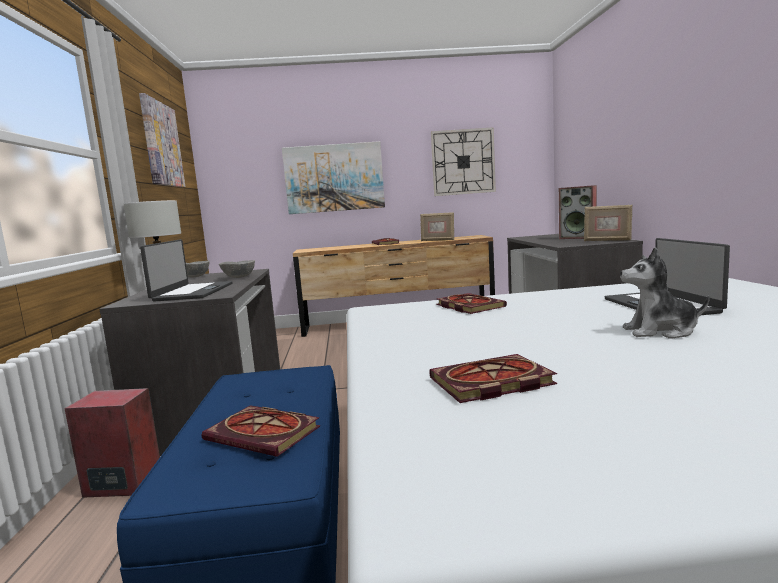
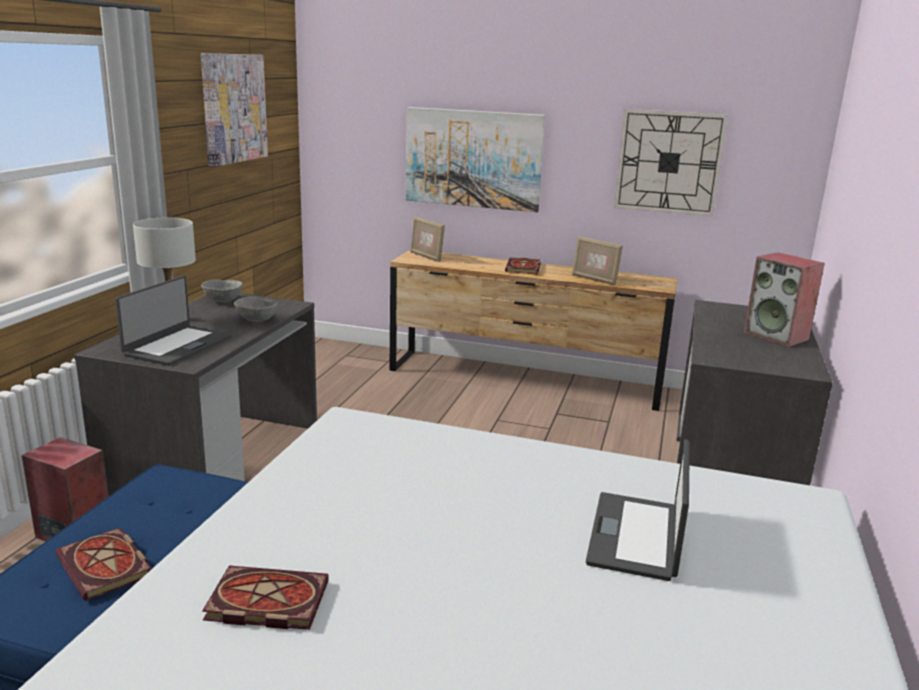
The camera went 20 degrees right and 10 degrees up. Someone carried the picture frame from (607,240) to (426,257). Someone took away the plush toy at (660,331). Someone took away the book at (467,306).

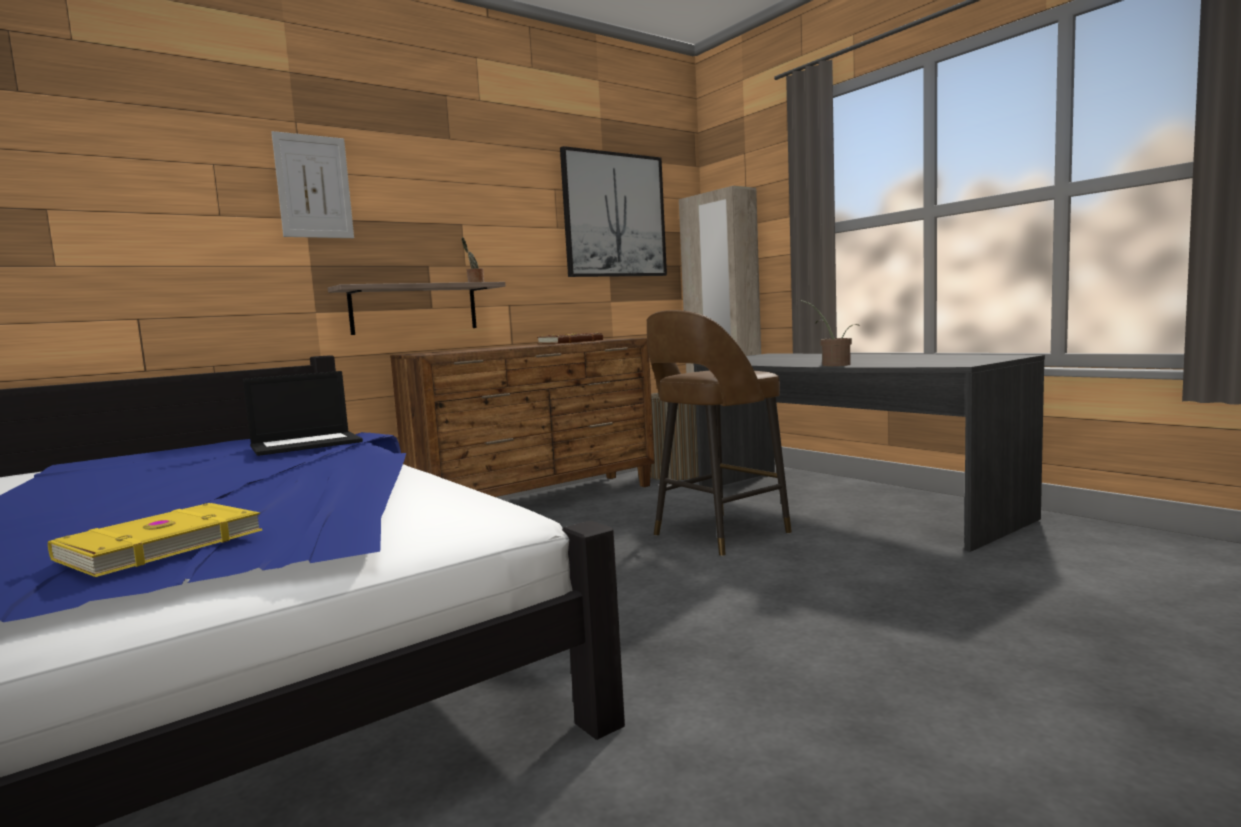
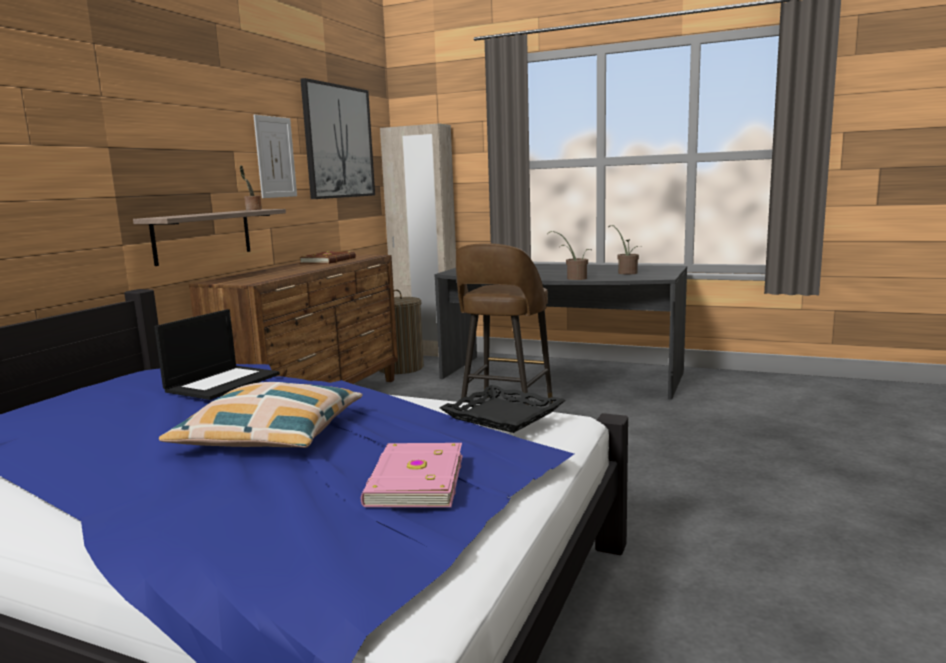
The camera went 30 degrees left and 5 degrees up. Someone carried the picture from (313,187) to (275,157). Someone repainted the yellow book at (158,545), which became the pink book at (413,480). Someone put down the potted plant at (626,272). Someone put down the pillow at (270,435). Someone put down the black tray at (503,415).

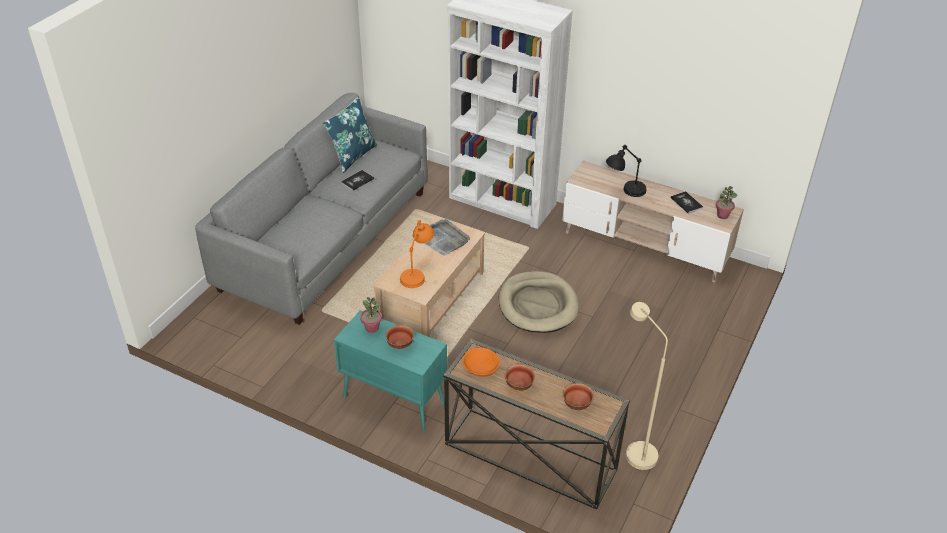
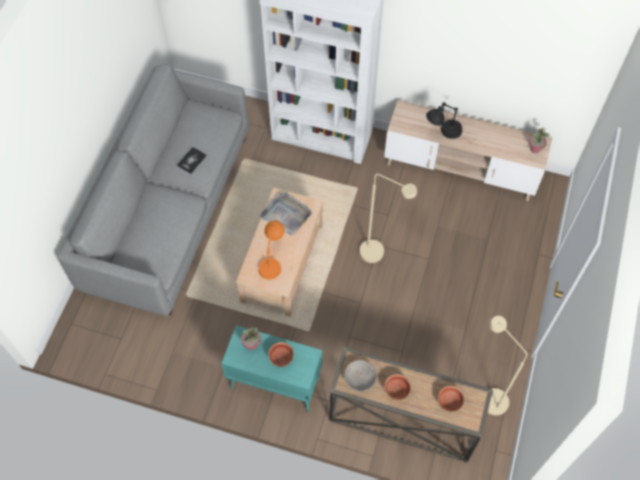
The camera went 10 degrees left and 20 degrees up. Someone took away the blue pillow at (352,156). Someone took away the book at (686,203). Someone swapped the beige dog bed at (538,305) for the beige floor lamp at (378,254). Someone repainted the orange bowl at (480,368), which became the grey bowl at (360,378).

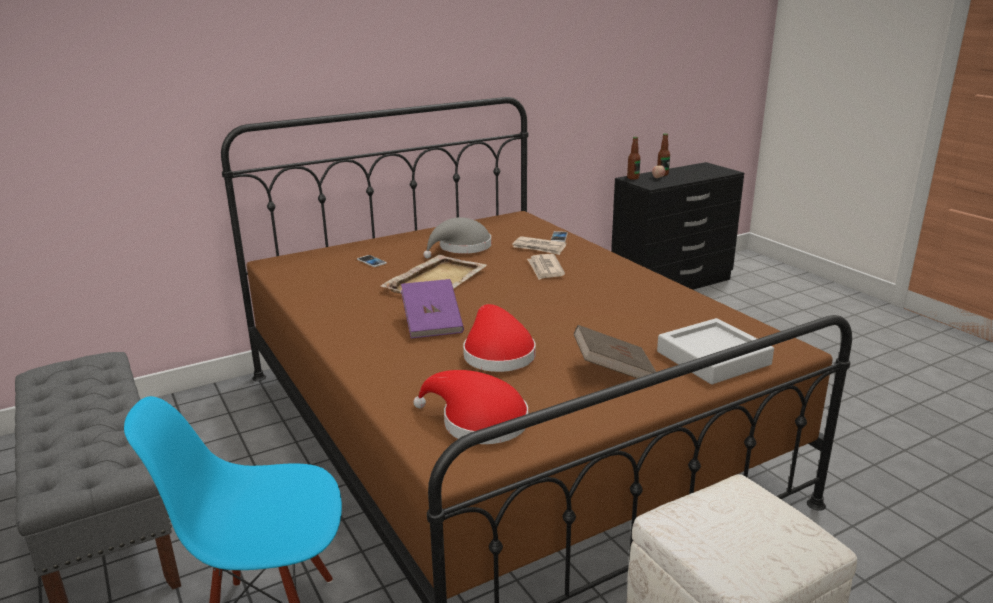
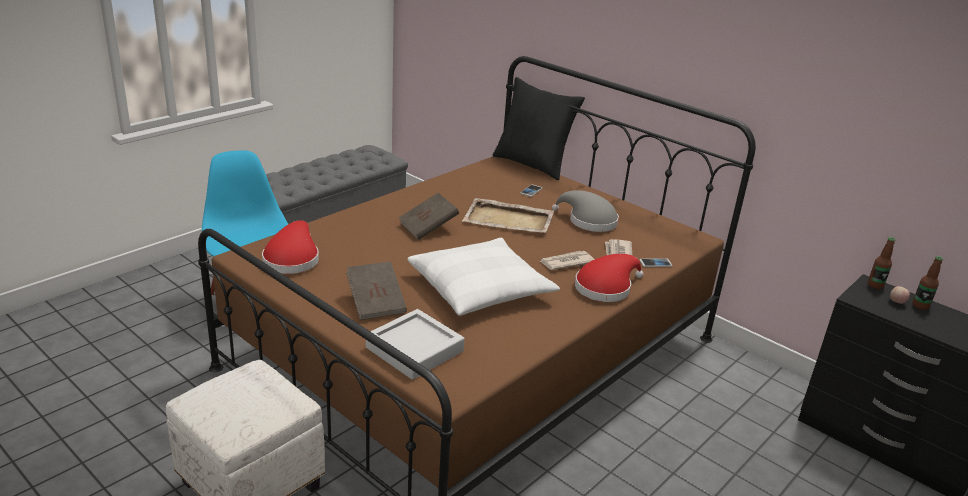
The camera went 70 degrees right and 5 degrees up. Someone repainted the purple book at (432,324), which became the brown book at (428,228). Someone carried the red hat from (497,354) to (606,287). Someone put down the black pillow at (532,164). Someone put down the white pillow at (480,288).

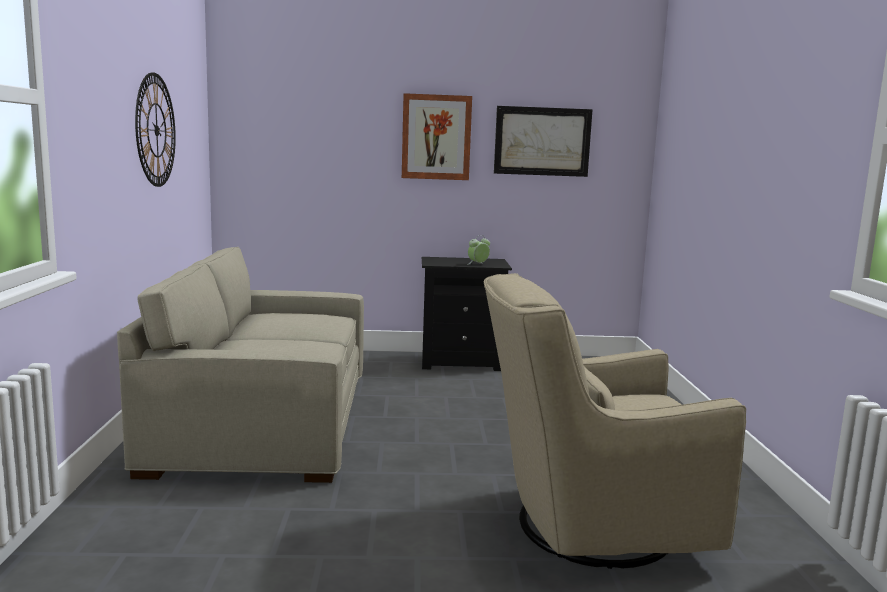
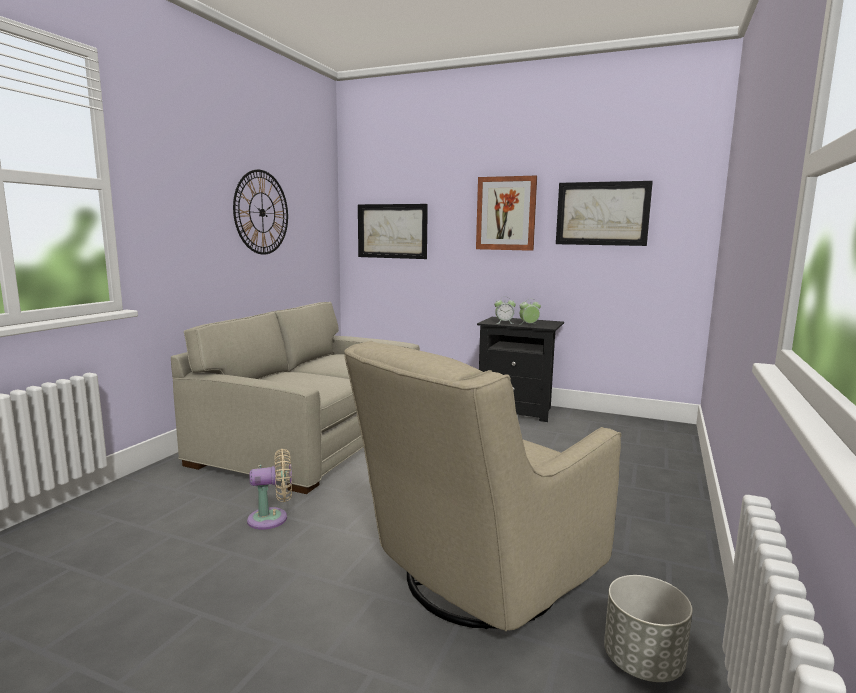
The camera went 25 degrees right and 0 degrees up. Someone rotated the beige armchair at (587,526) by 60 degrees counterclockwise. Someone put up the picture at (392,231). Someone put down the alarm clock at (504,323). Someone put down the beige fan at (272,518). Someone put down the grey planter at (643,662).

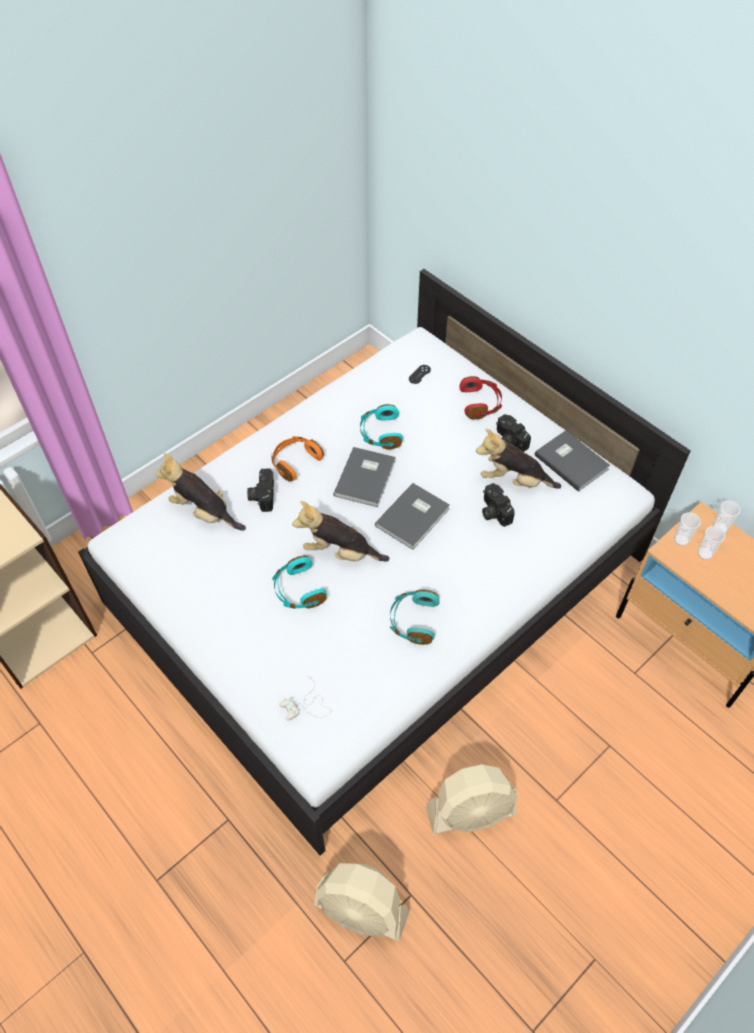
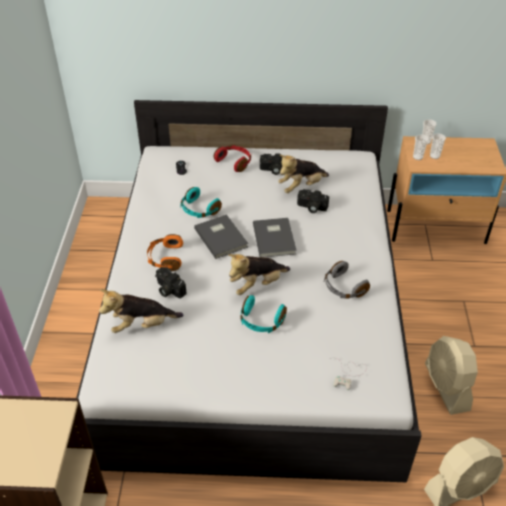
The camera went 45 degrees left and 10 degrees down. Someone took away the grey book at (571,460). Someone repainted the turquoise headphones at (413,621), which became the grey headphones at (343,287). Someone rotated the beige fan at (471,811) by 135 degrees clockwise.

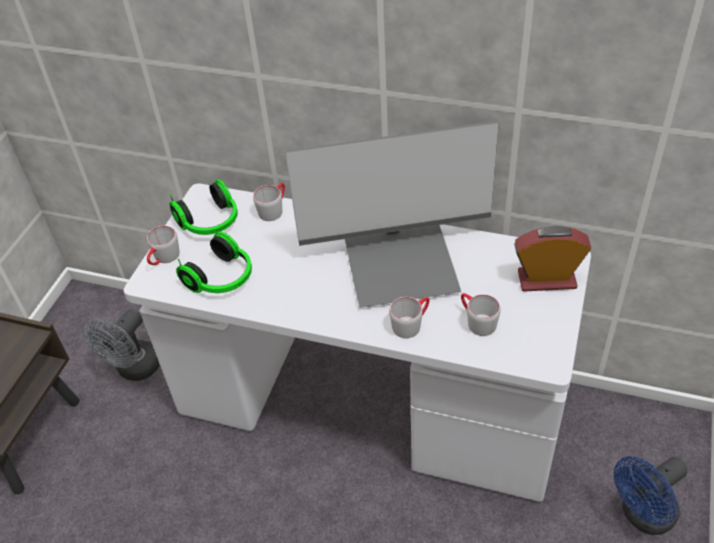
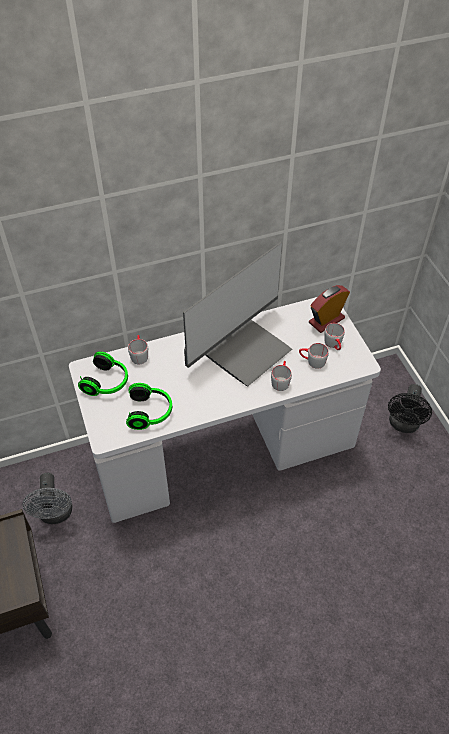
The camera went 40 degrees left and 5 degrees up. Someone carried the grey mug from (164,259) to (334,345). Someone repainted the blue fan at (642,516), which became the black fan at (403,425).

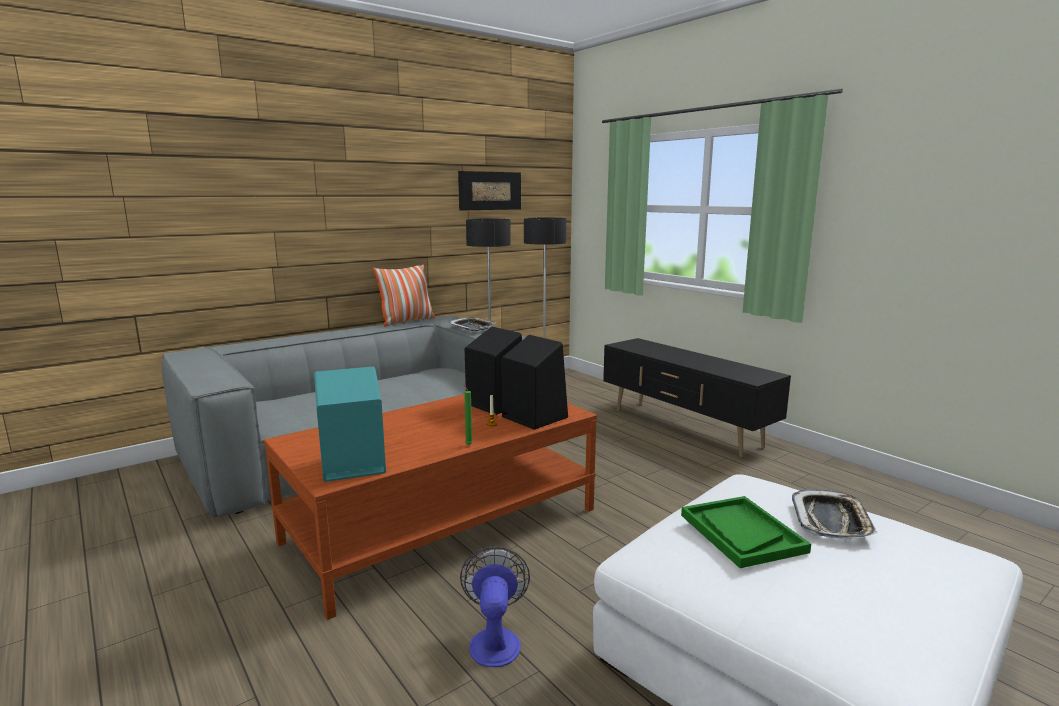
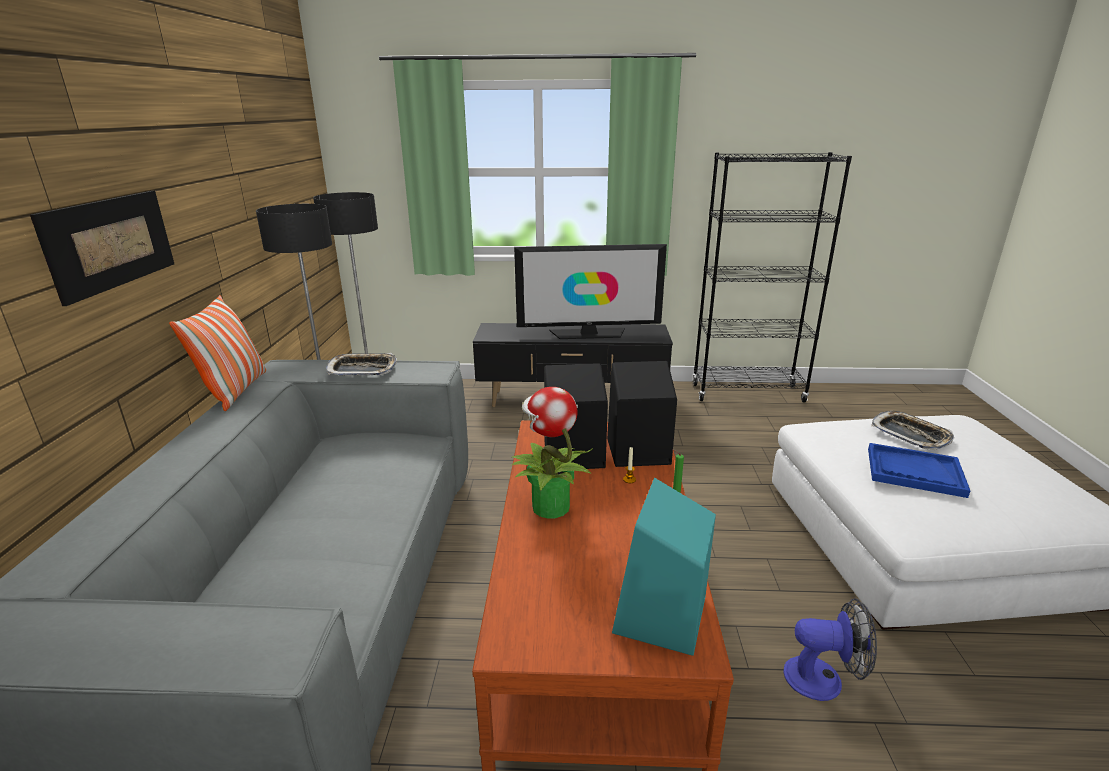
The camera went 50 degrees left and 10 degrees up. Someone carried the picture from (490,191) to (110,243). Someone repainted the green tray at (741,533), which became the blue tray at (914,472). Someone rotated the fan at (495,640) by 150 degrees clockwise. Someone put down the black bookcase at (747,393). Someone put down the television at (588,334). Someone put down the potted plant at (549,506).

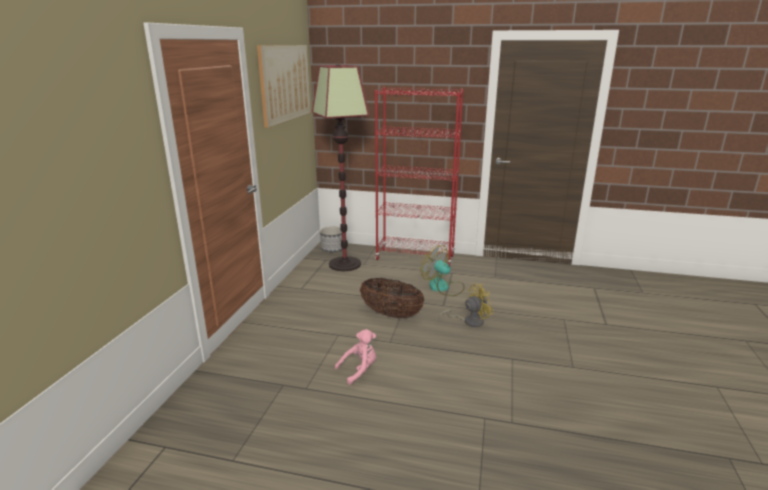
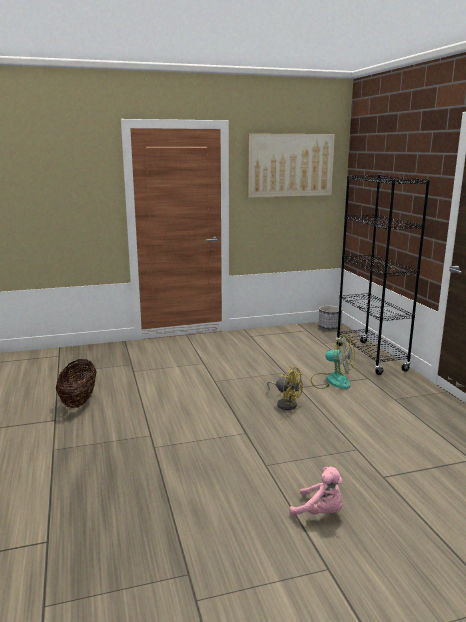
The camera went 60 degrees right and 5 degrees down. Someone took away the floor lamp at (344,264). Someone repainted the red bookcase at (415,258), which became the black bookcase at (370,357). Someone rotated the fan at (443,287) by 105 degrees clockwise. Someone carried the basket from (391,314) to (78,401). Someone carried the pink plush toy from (359,370) to (320,512).

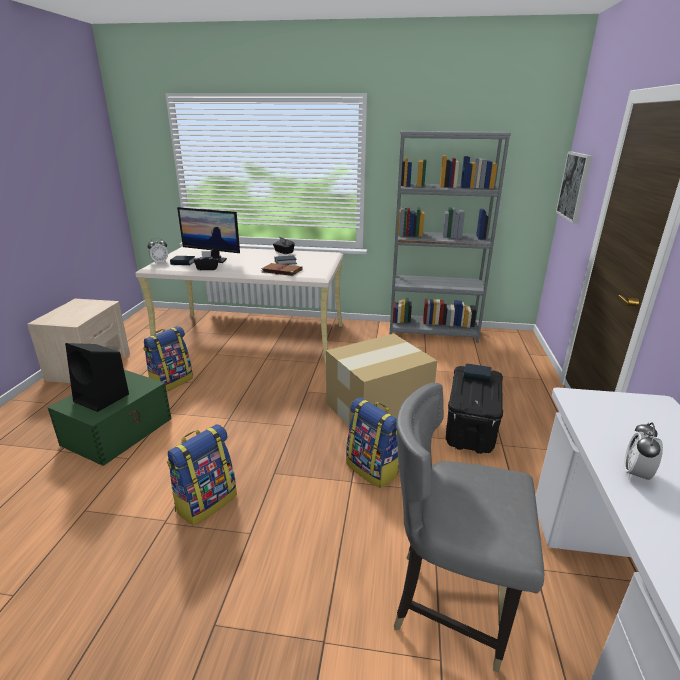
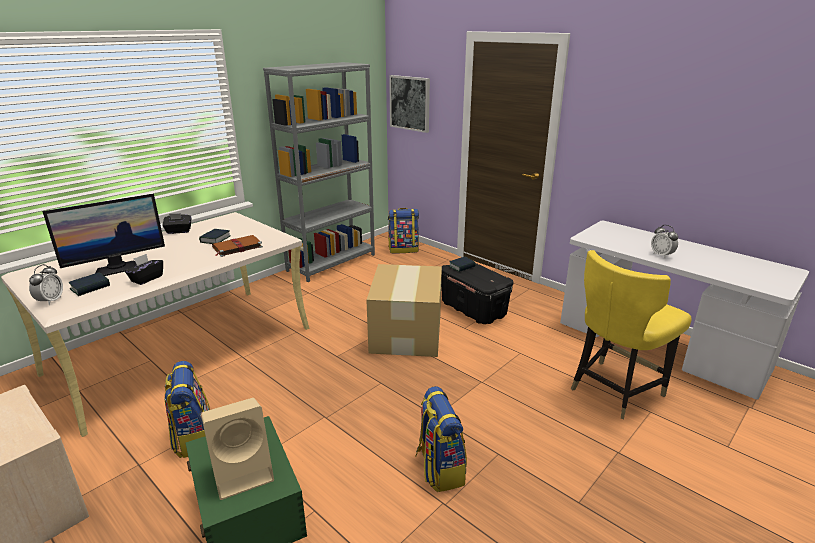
The camera went 55 degrees left and 0 degrees up. Someone repainted the black speaker at (103,398), which became the beige speaker at (244,471). Someone repainted the grey chair at (450,602), which became the yellow chair at (614,390). Someone carried the backpack from (373,469) to (403,249).

